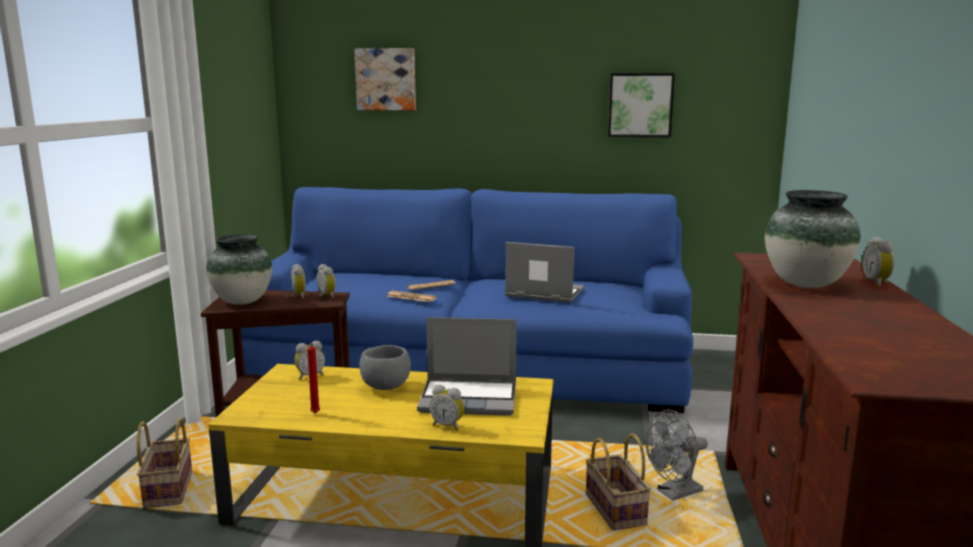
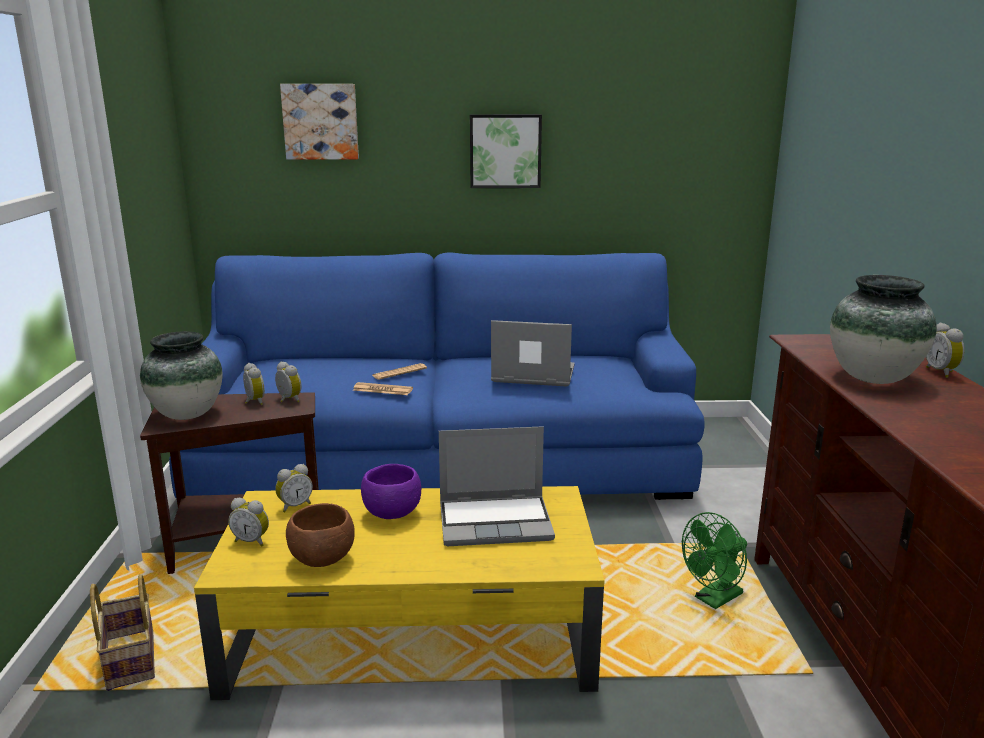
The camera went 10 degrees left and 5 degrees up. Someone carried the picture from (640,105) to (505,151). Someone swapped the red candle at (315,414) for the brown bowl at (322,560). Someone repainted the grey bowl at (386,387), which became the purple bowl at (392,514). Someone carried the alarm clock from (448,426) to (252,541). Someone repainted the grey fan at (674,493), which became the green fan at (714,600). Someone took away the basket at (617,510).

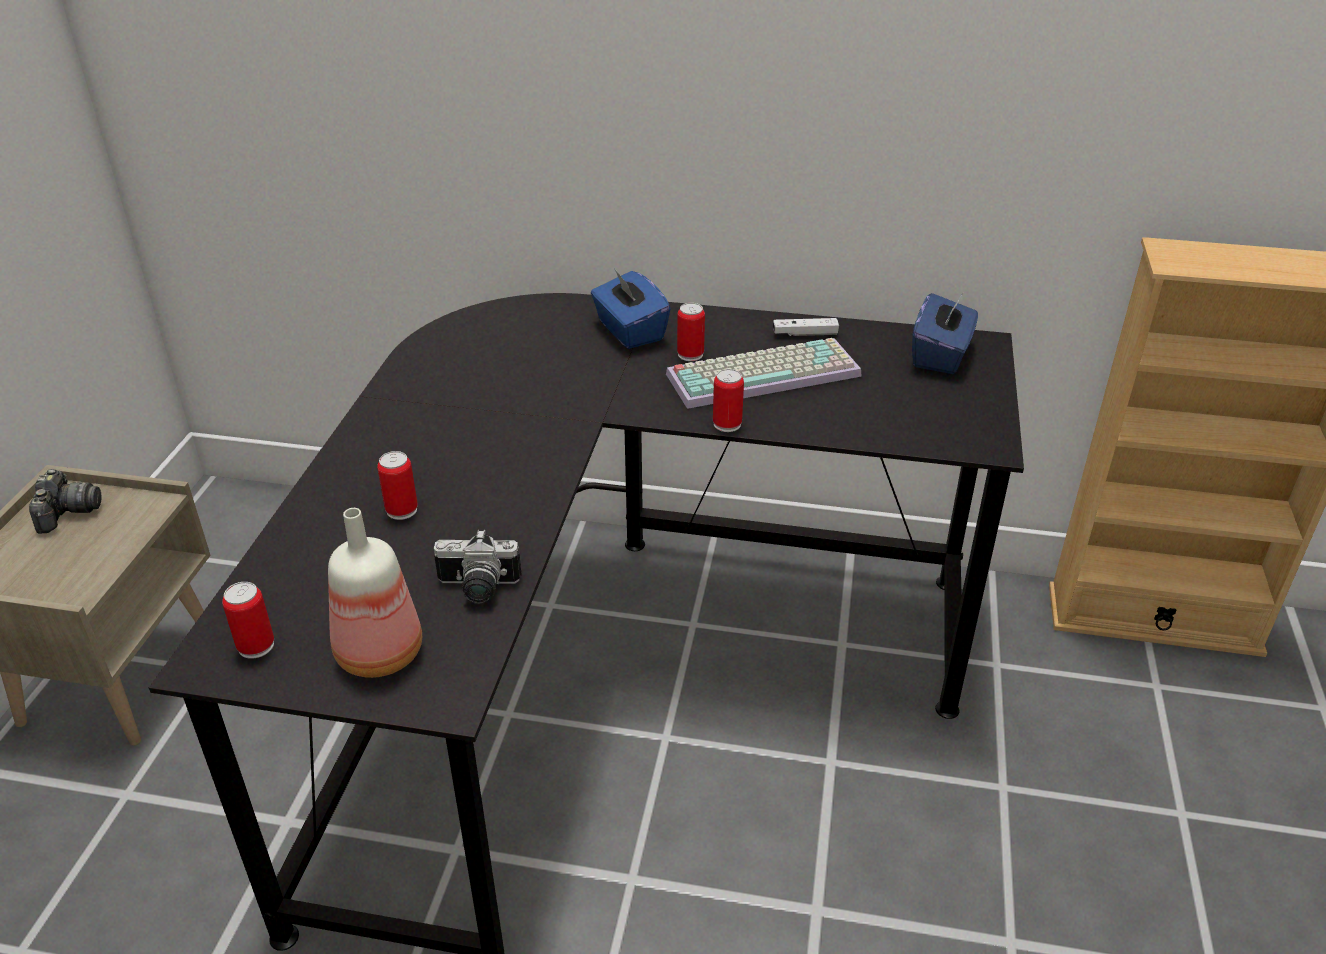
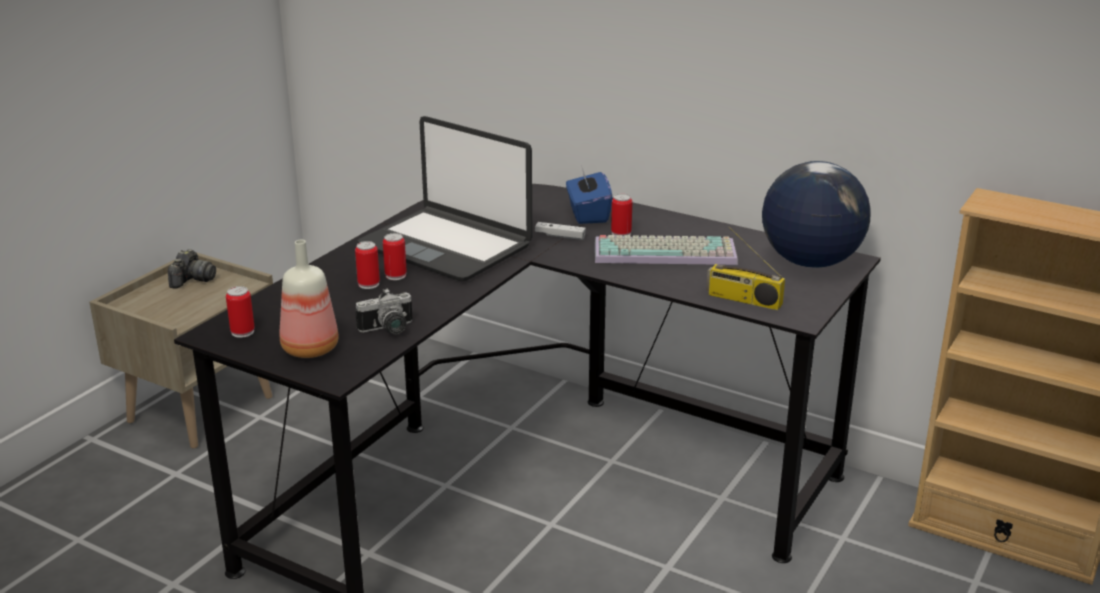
The camera went 20 degrees right and 10 degrees down. Someone swapped the blue tissue box at (941,355) for the globe at (810,262). Someone carried the white game controller from (805,334) to (560,236). Someone carried the can from (727,424) to (395,275). Someone rotated the photo camera at (477,589) by 45 degrees counterclockwise. Someone put down the laptop at (446,246). Someone put down the radio at (743,300).

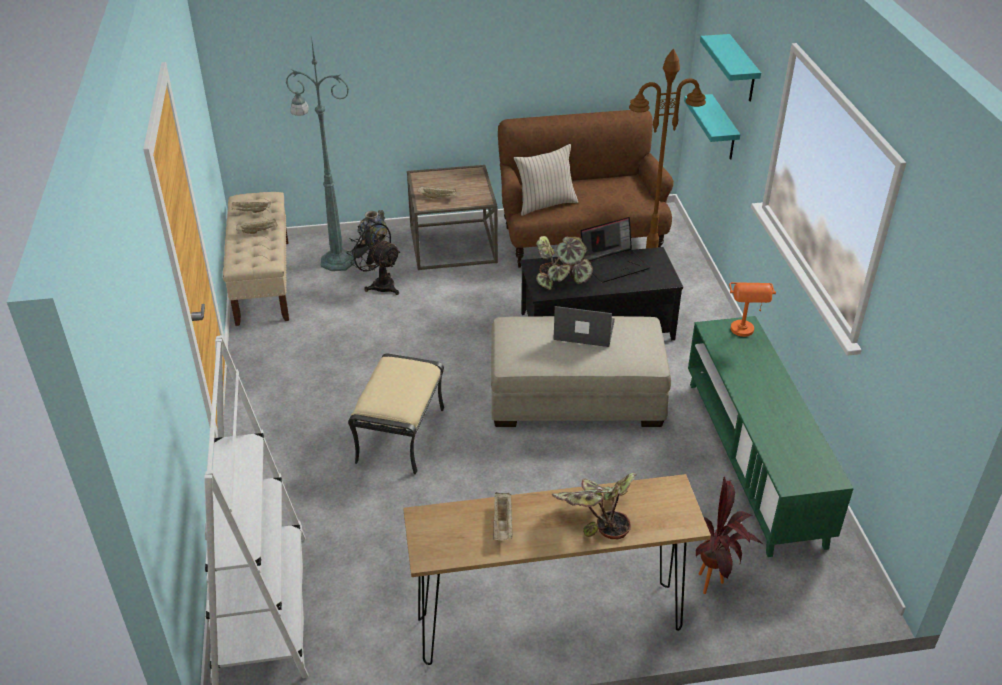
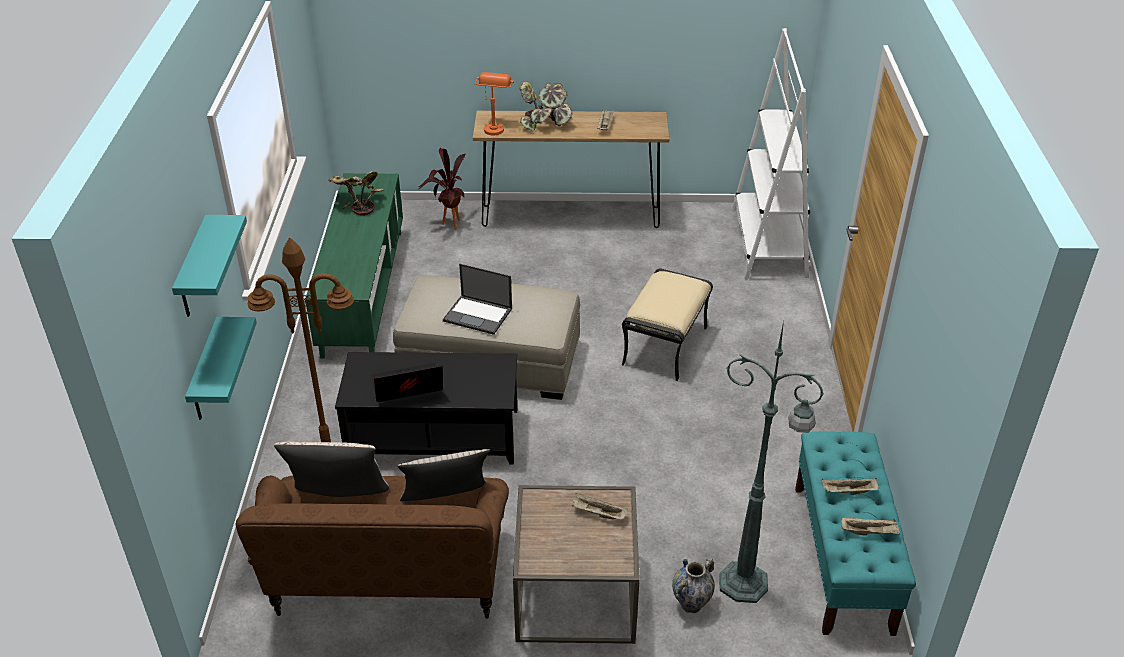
The camera went 170 degrees left and 0 degrees up. Someone repainted the beige bench at (263,281), which became the turquoise bench at (842,558). Someone took away the black fan at (379,284). Someone carried the potted plant from (562,279) to (356,202). Someone carried the orange table lamp from (744,334) to (495,126). Someone put down the beige pillow at (339,497).

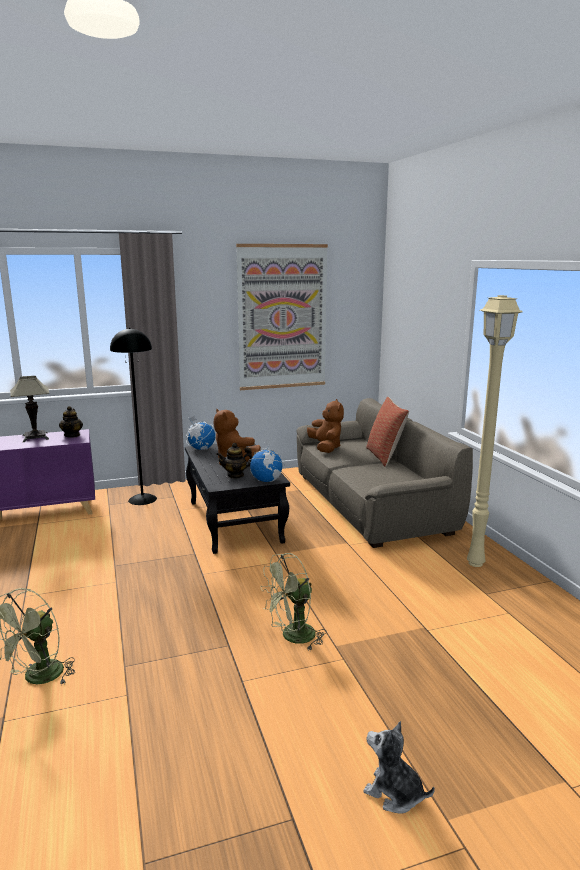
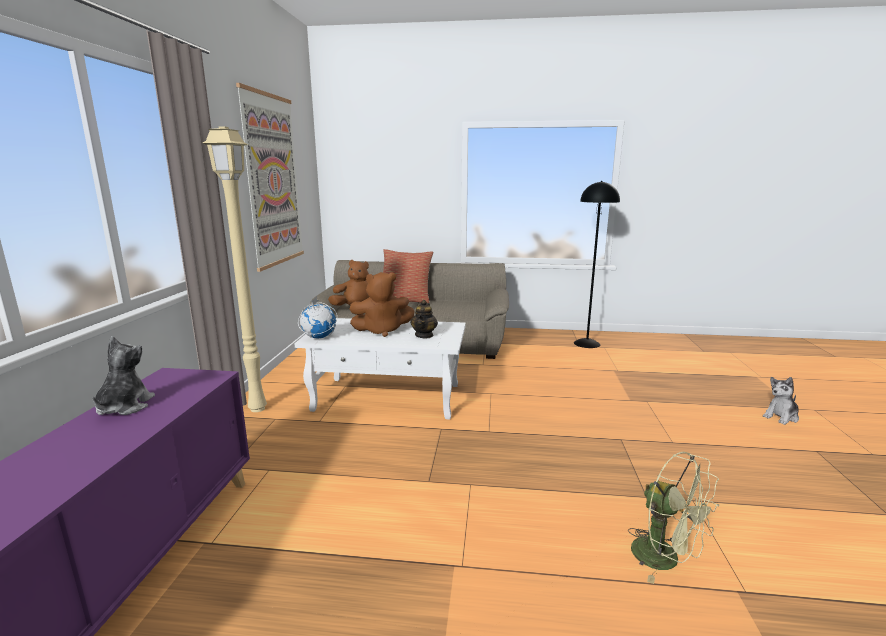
The camera went 65 degrees left and 0 degrees up. Someone carried the beige floor lamp from (474,563) to (256,409). Someone carried the black floor lamp from (142,499) to (586,343). Someone swapped the table lamp at (35,437) for the plush toy at (124,407). Someone took away the teapot at (72,435). Someone took away the globe at (266,480). Someone repainted the black coffee table at (235,522), which became the white coffee table at (389,397). Someone took away the green fan at (292,637).

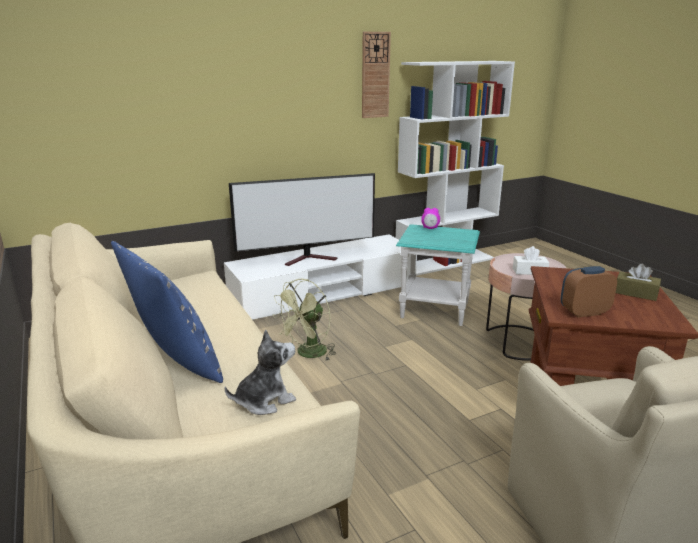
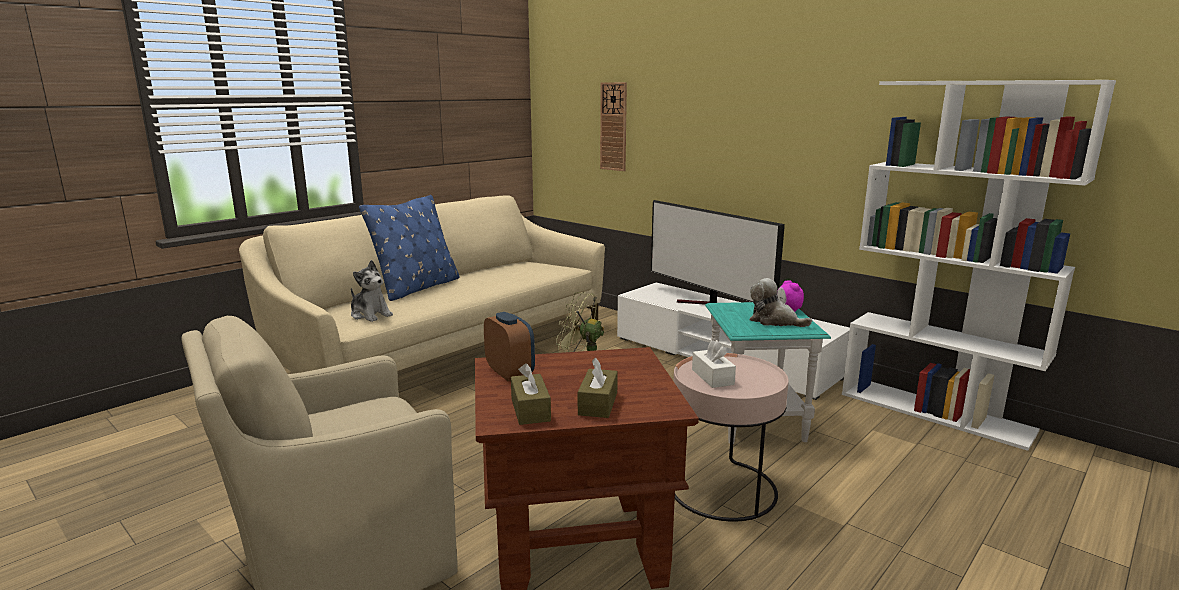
The camera went 70 degrees right and 5 degrees down. Someone carried the wall clock from (375,75) to (613,126). Someone put down the plush toy at (774,321). Someone put down the brown tissue box at (530,410).

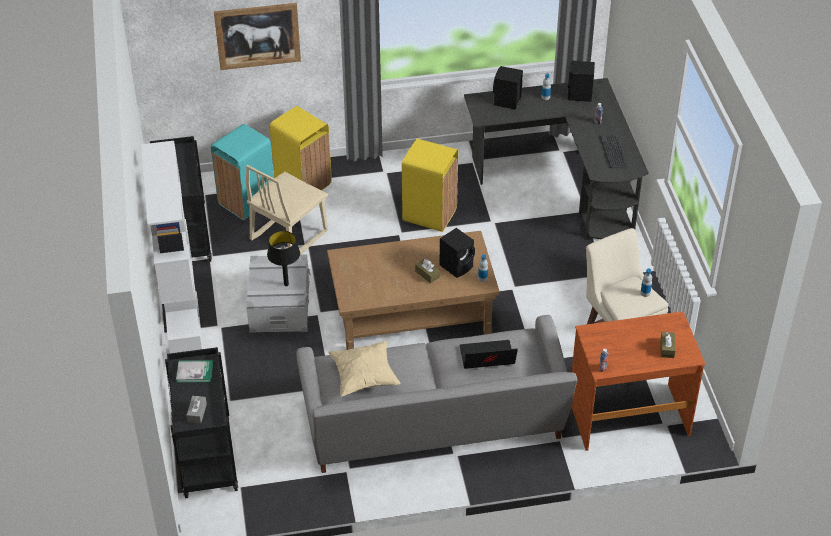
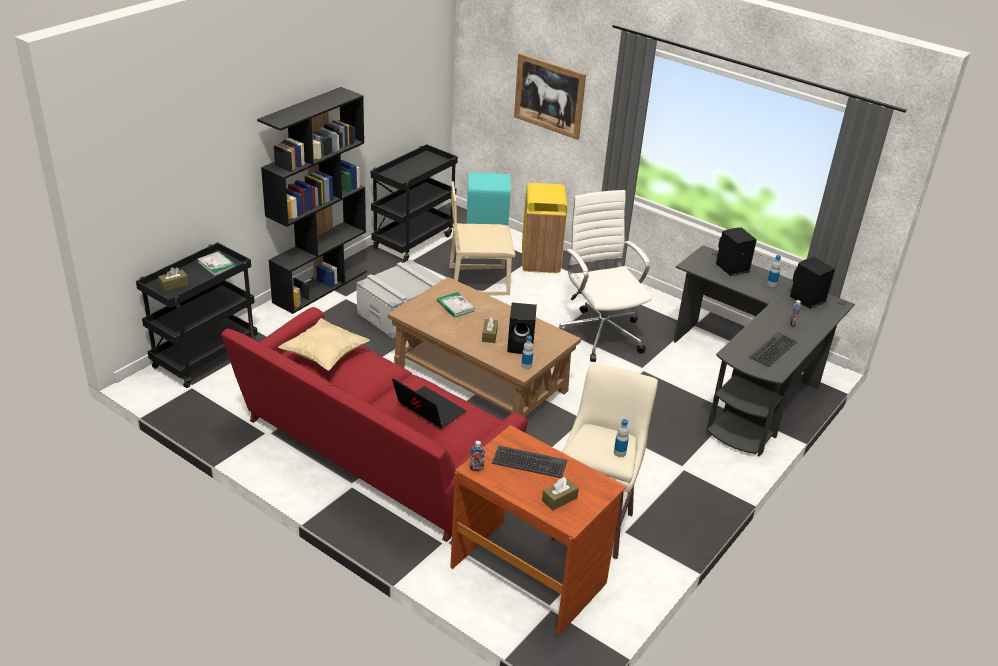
The camera went 45 degrees right and 10 degrees down. Someone swapped the yellow trash can at (429,214) for the white office chair at (600,333). Someone repainted the white bookcase at (184,333), which became the black bookcase at (320,286). Someone took away the black table lamp at (286,284). Someone repainted the grey sofa at (435,425), which became the red sofa at (372,455). Someone repainted the grey tissue box at (197,413), which became the brown tissue box at (174,285). Someone put down the book at (455,306). Someone put down the keyboard at (529,463).

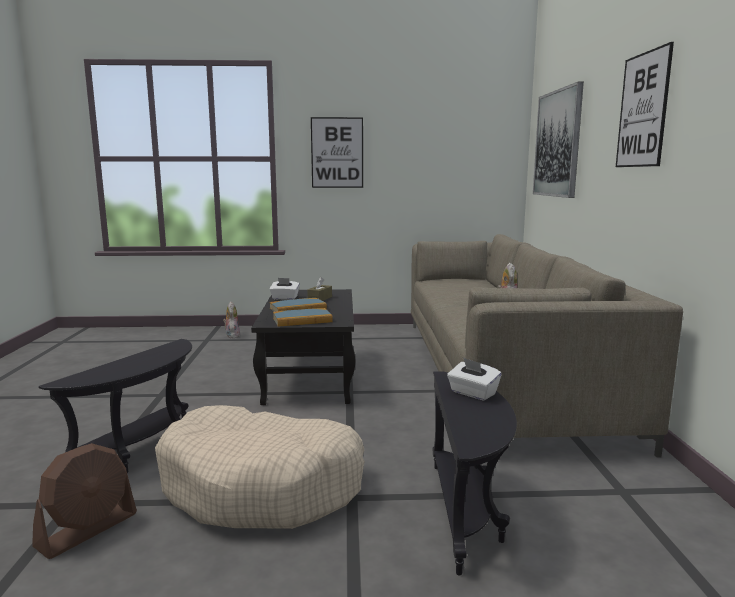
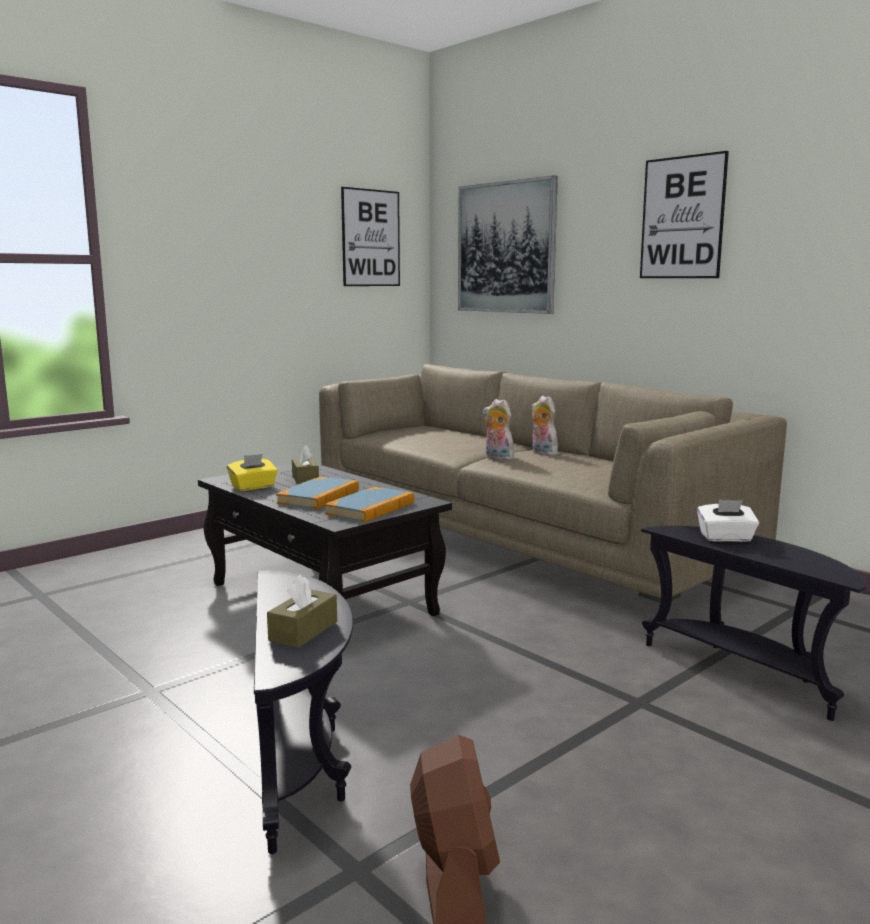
The camera went 40 degrees left and 0 degrees up. Someone carried the picture from (337,153) to (371,238). Someone repainted the white tissue box at (284,298), which became the yellow tissue box at (253,487). Someone carried the plush toy from (232,335) to (497,458). Someone took away the beige dog bed at (263,486). Someone put down the brown tissue box at (303,631).

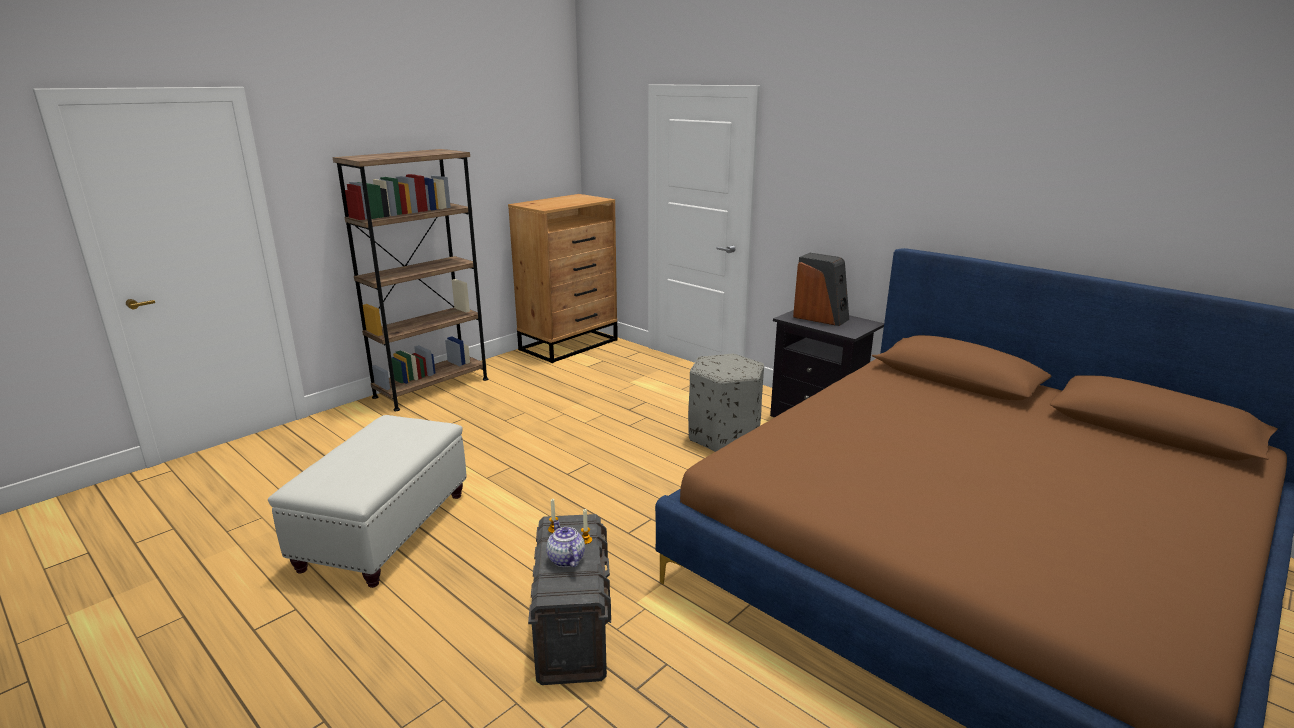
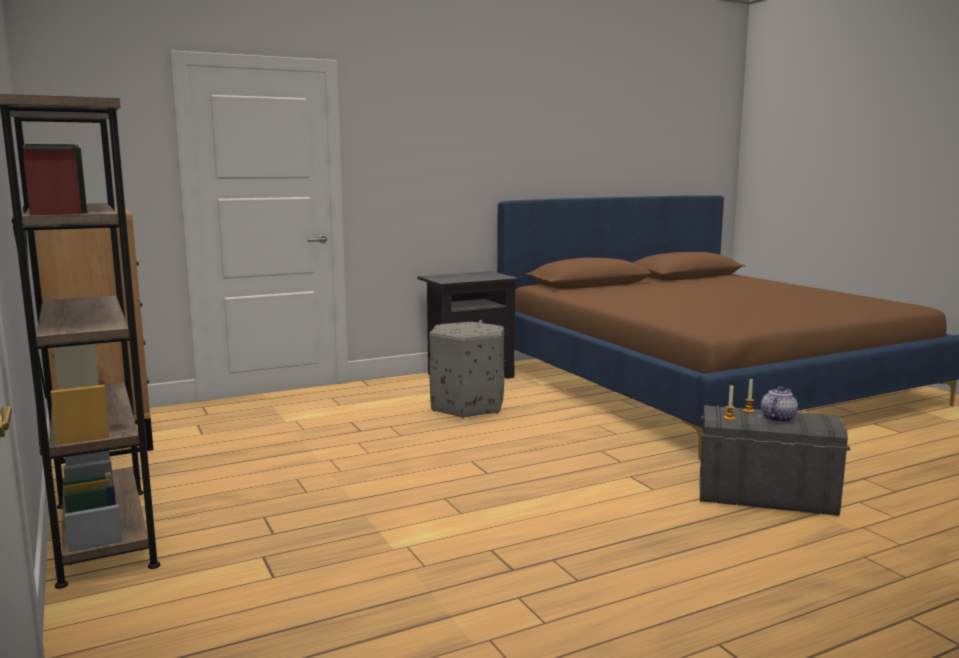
The camera went 70 degrees left and 10 degrees down. Someone took away the speaker at (821,318). Someone took away the white ottoman at (386,529). Someone rotated the teapot at (565,559) by 135 degrees clockwise.

